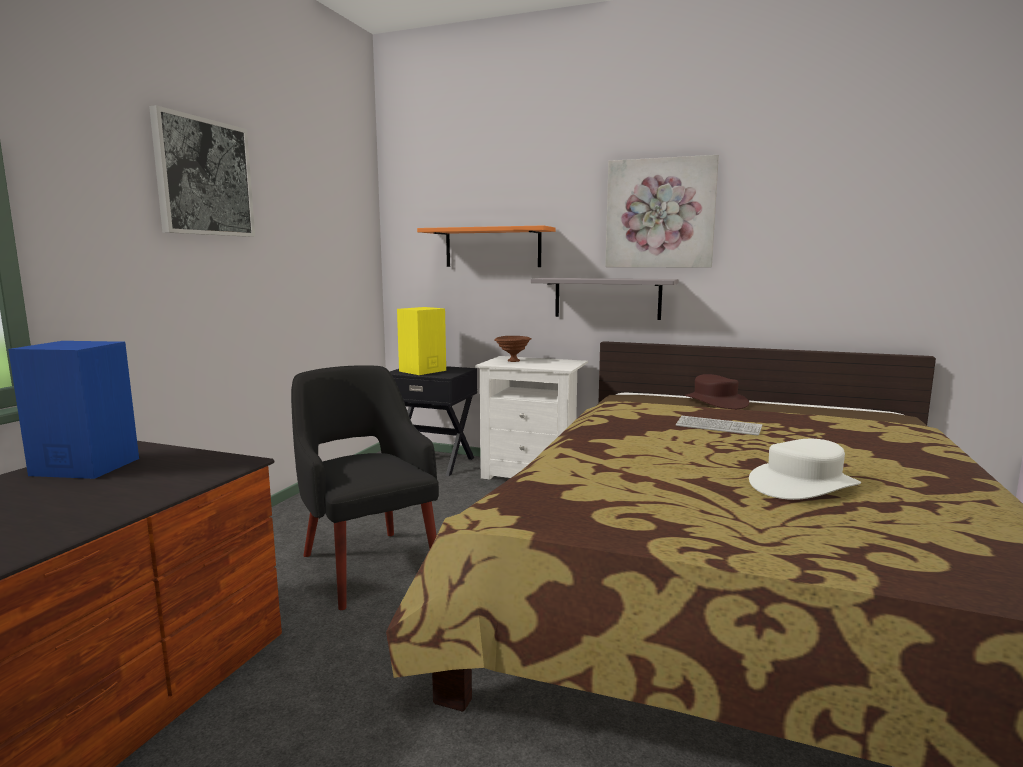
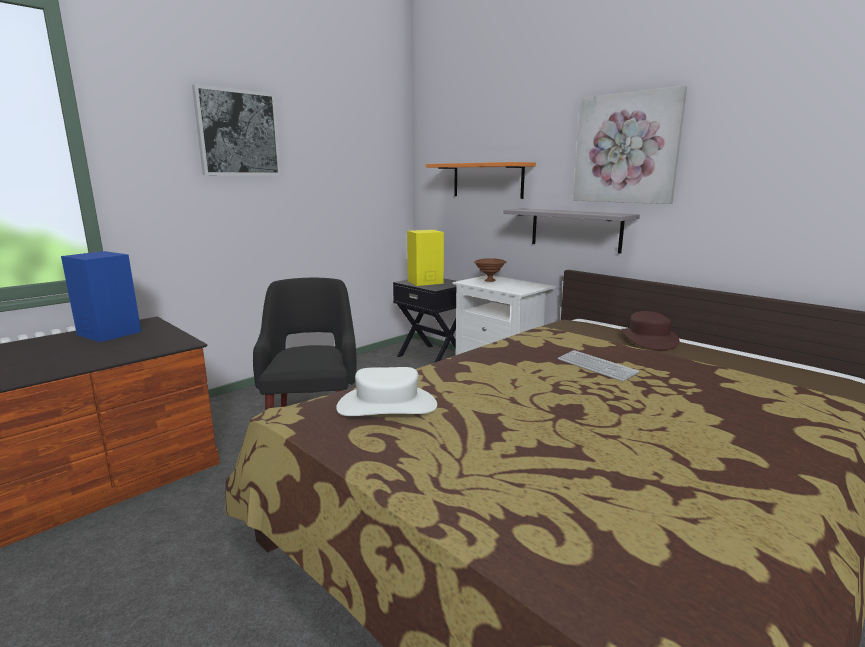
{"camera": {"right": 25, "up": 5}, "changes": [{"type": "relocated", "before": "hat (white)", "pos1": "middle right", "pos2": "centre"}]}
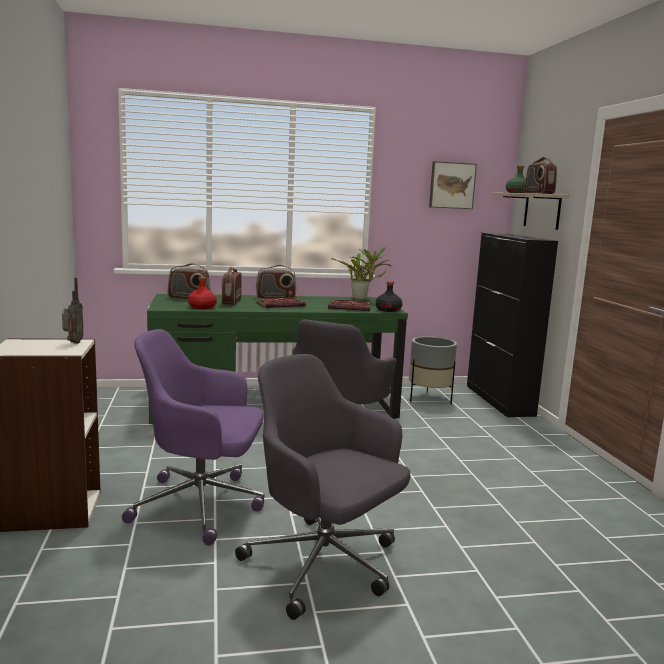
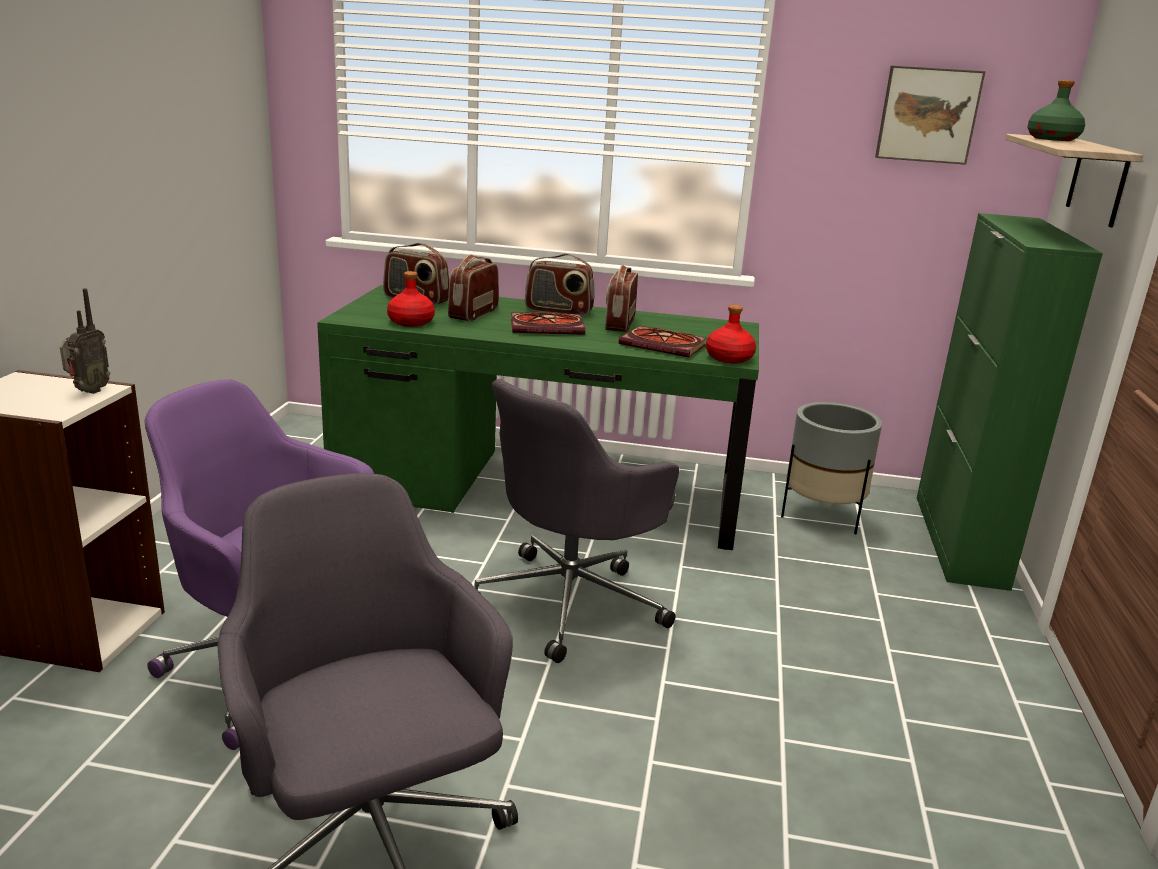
{"camera": {"right": 20, "up": 10}, "changes": [{"type": "missing", "before": "potted plant", "pos1": "centre"}, {"type": "colour", "before": "bottle (black)", "after": "bottle (red) (no. 2 from left)", "pos1": "centre", "pos2": "centre"}, {"type": "colour", "before": "cabinet (black)", "after": "cabinet (green)", "pos1": "middle right", "pos2": "middle right"}, {"type": "relocated", "before": "radio (no. 5 from left)", "pos1": "top right", "pos2": "centre"}]}
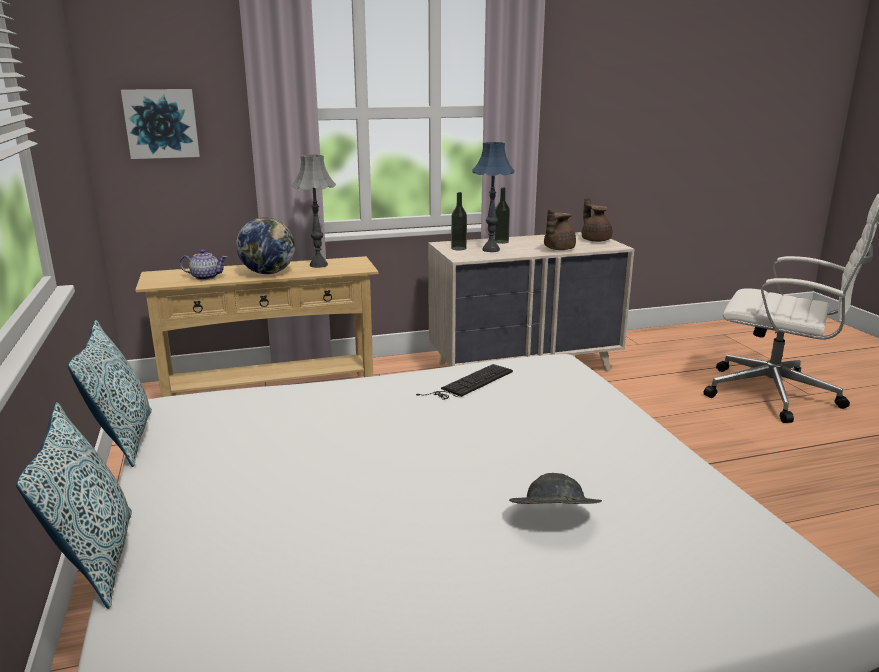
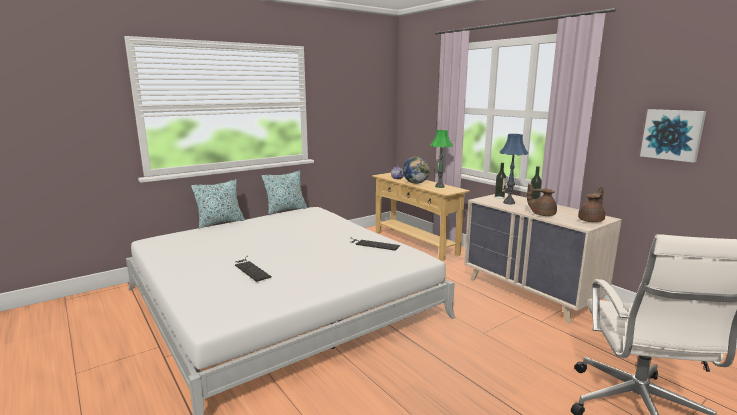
{"camera": {"right": 70, "up": -5}, "changes": [{"type": "relocated", "before": "picture", "pos1": "top left", "pos2": "top right"}, {"type": "colour", "before": "table lamp (grey)", "after": "table lamp (green)", "pos1": "top centre", "pos2": "centre"}, {"type": "exchanged", "before": "hat (grey)", "after": "keyboard (no. 1 from left)", "pos1": "bottom centre", "pos2": "centre"}]}
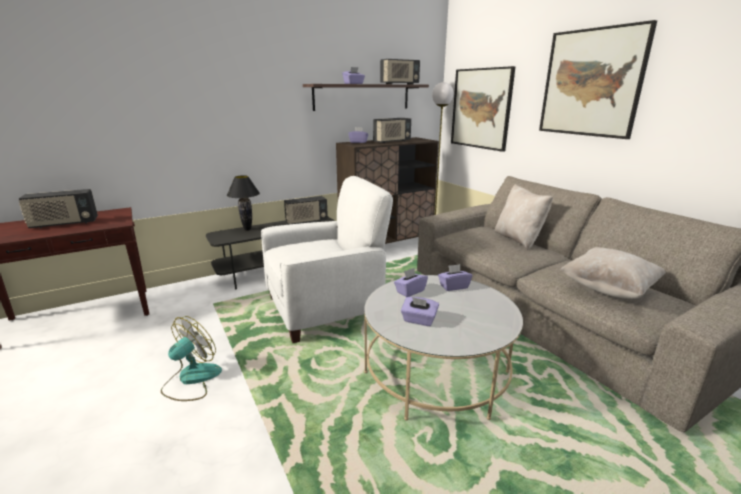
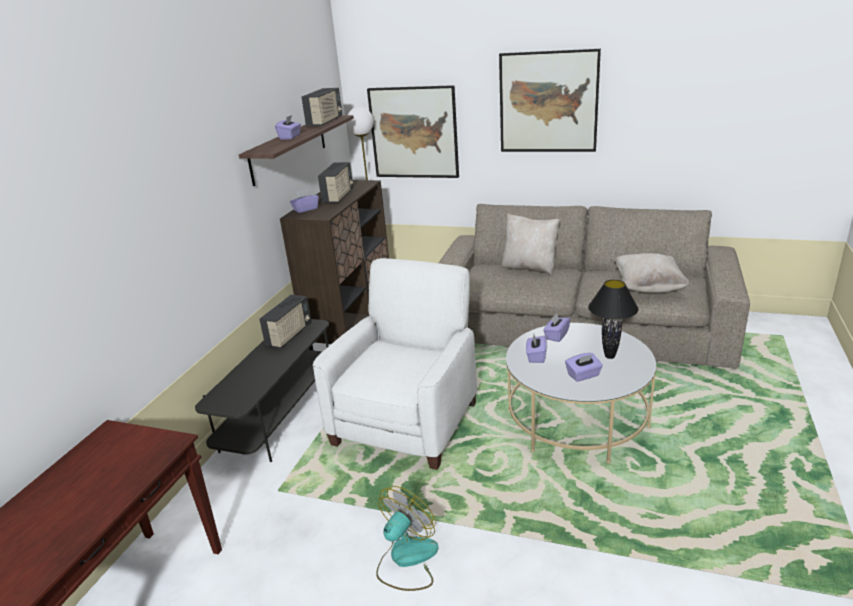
{"camera": {"right": -40, "up": 5}, "changes": [{"type": "missing", "before": "radio (no. 1 from left)", "pos1": "middle left"}, {"type": "spun", "before": "fan", "pos1": "bottom left", "pos2": "bottom centre", "turn": 45}, {"type": "relocated", "before": "table lamp (black)", "pos1": "middle left", "pos2": "middle right"}]}
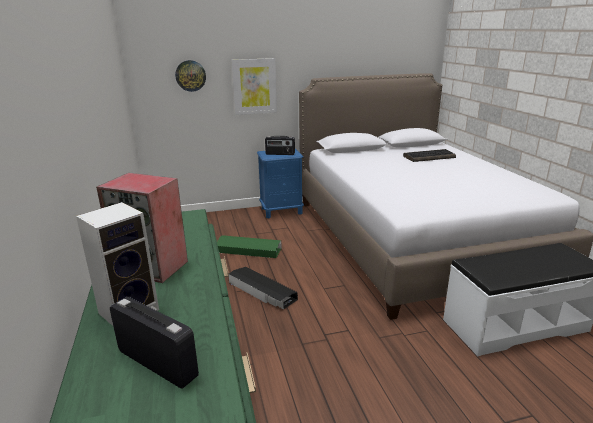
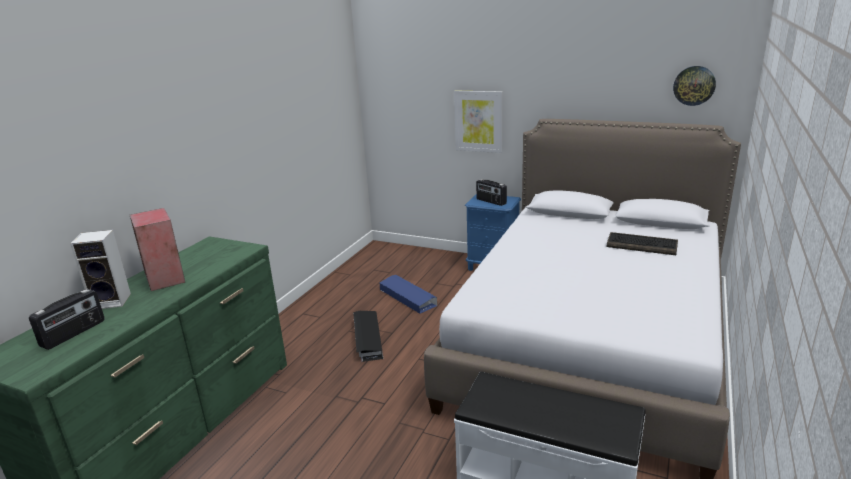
{"camera": {"right": 40, "up": 0}, "changes": [{"type": "spun", "before": "radio (no. 1 from left)", "pos1": "bottom left", "pos2": "middle left", "turn": 45}, {"type": "relocated", "before": "wall clock", "pos1": "top left", "pos2": "top right"}, {"type": "colour", "before": "storage box (green)", "after": "storage box (blue)", "pos1": "centre", "pos2": "centre"}]}
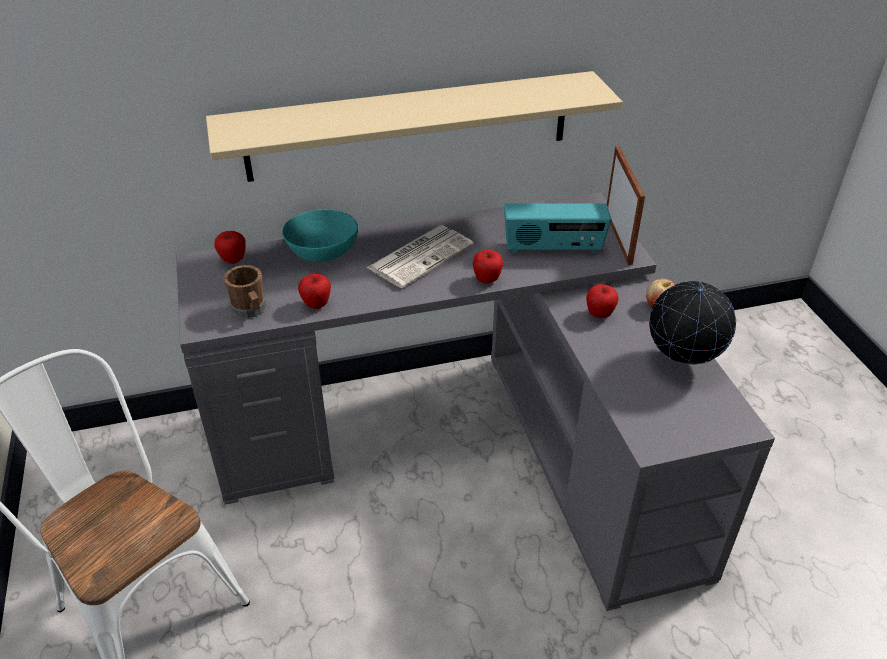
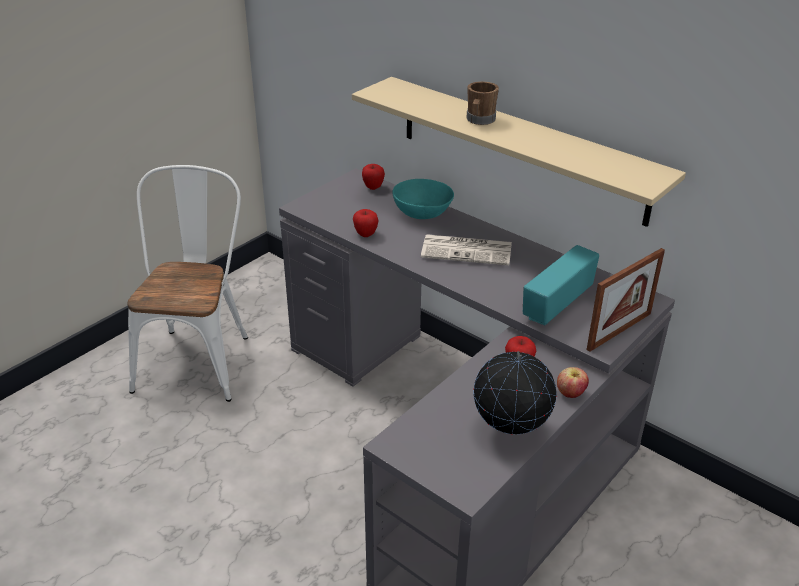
{"camera": {"right": 55, "up": -5}, "changes": [{"type": "relocated", "before": "mug (brown)", "pos1": "middle left", "pos2": "top centre"}, {"type": "missing", "before": "apple (no. 3 from left)", "pos1": "centre"}, {"type": "spun", "before": "radio", "pos1": "centre", "pos2": "middle right", "turn": 75}]}
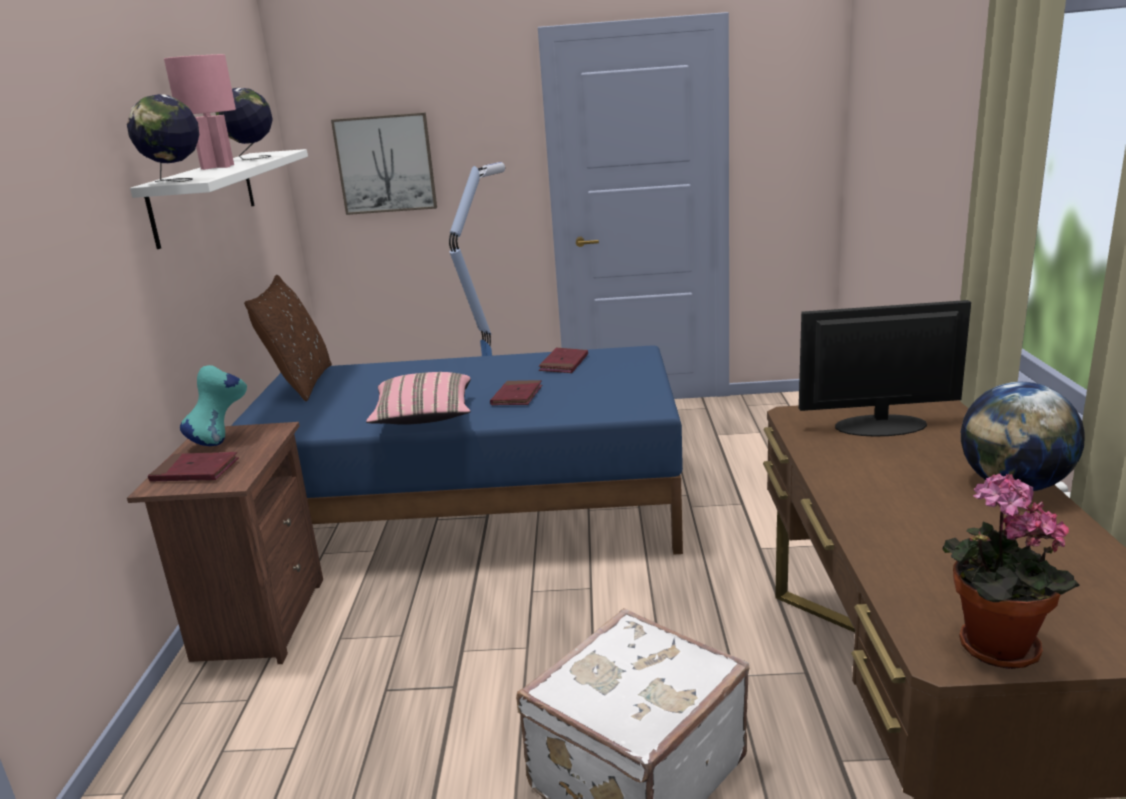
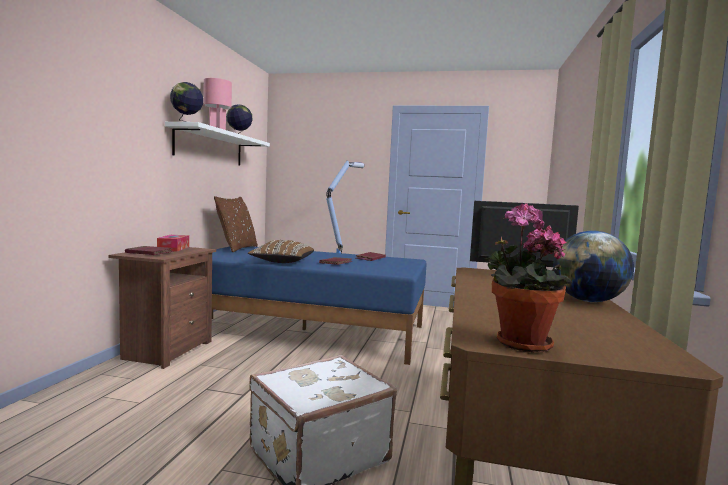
{"camera": {"right": 10, "up": -15}, "changes": [{"type": "exchanged", "before": "vase (turquoise)", "after": "tissue box", "pos1": "middle left", "pos2": "middle left"}, {"type": "missing", "before": "picture", "pos1": "top centre"}, {"type": "colour", "before": "pillow (pink)", "after": "pillow (brown) (no. 2 from left)", "pos1": "centre", "pos2": "centre"}]}
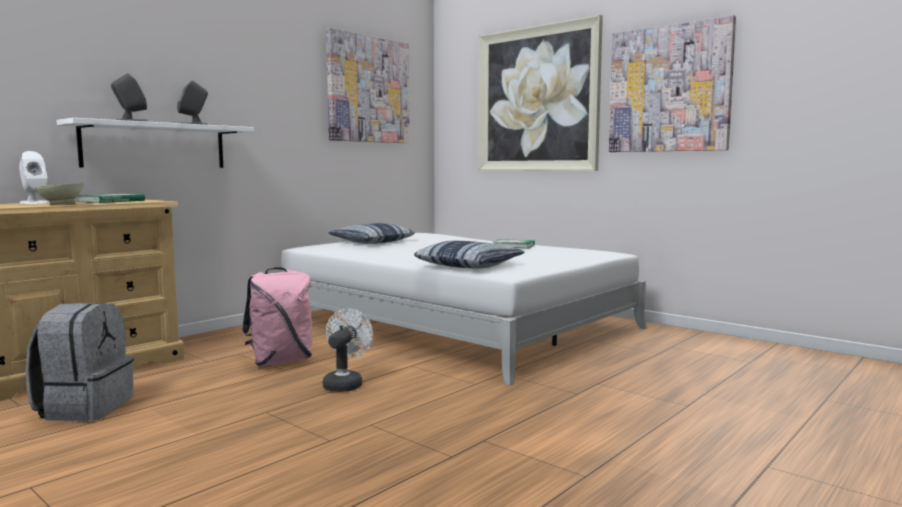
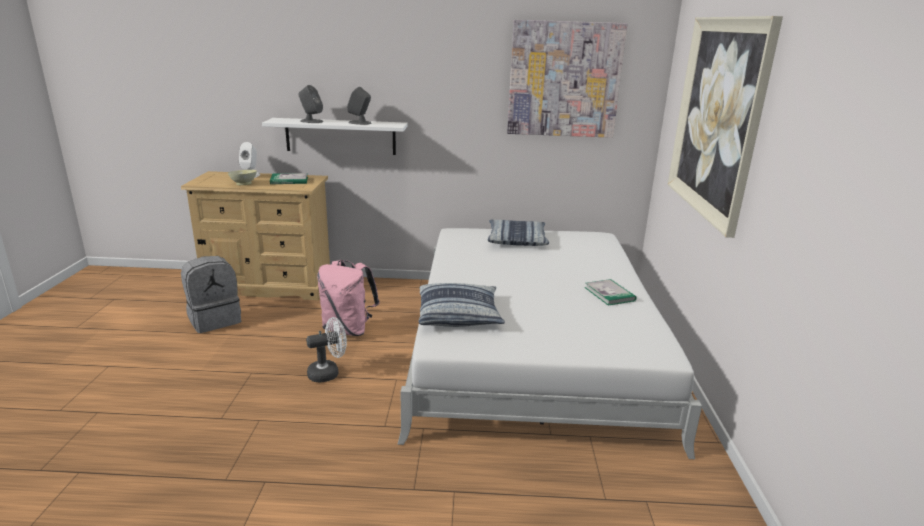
{"camera": {"right": 50, "up": 15}, "changes": [{"type": "missing", "before": "picture (no. 3 from left)", "pos1": "top right"}]}
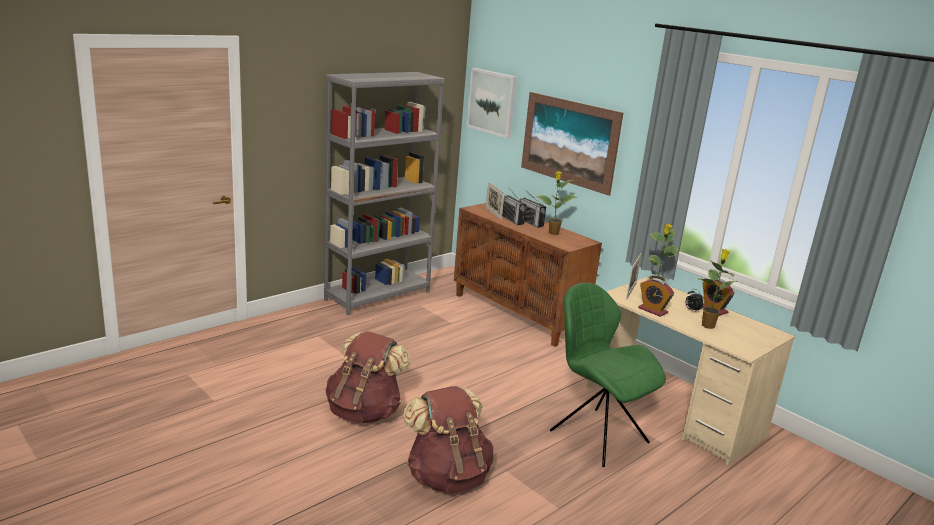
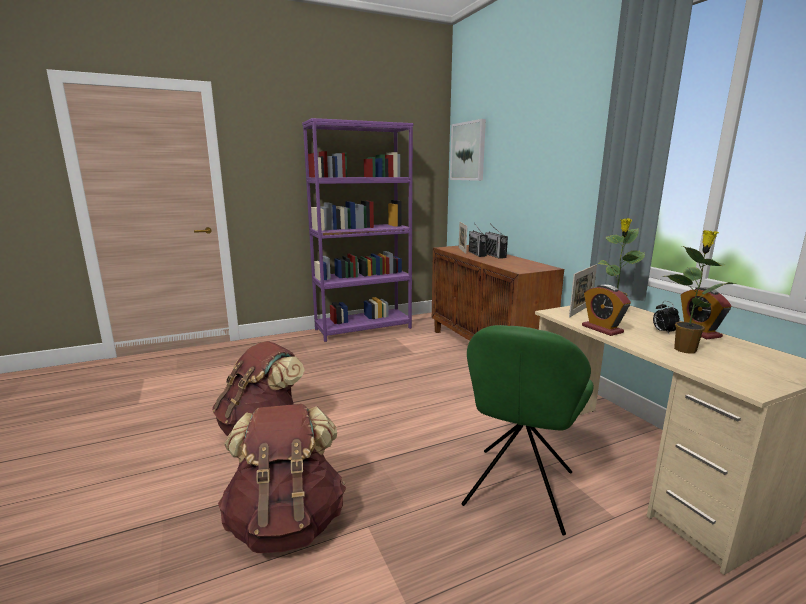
{"camera": {"right": 20, "up": -5}, "changes": [{"type": "colour", "before": "bookcase (grey)", "after": "bookcase (purple)", "pos1": "centre", "pos2": "centre"}, {"type": "missing", "before": "picture (no. 2 from left)", "pos1": "top centre"}, {"type": "missing", "before": "potted plant (no. 1 from left)", "pos1": "centre"}, {"type": "spun", "before": "chair (green)", "pos1": "bottom centre", "pos2": "bottom centre", "turn": -135}]}
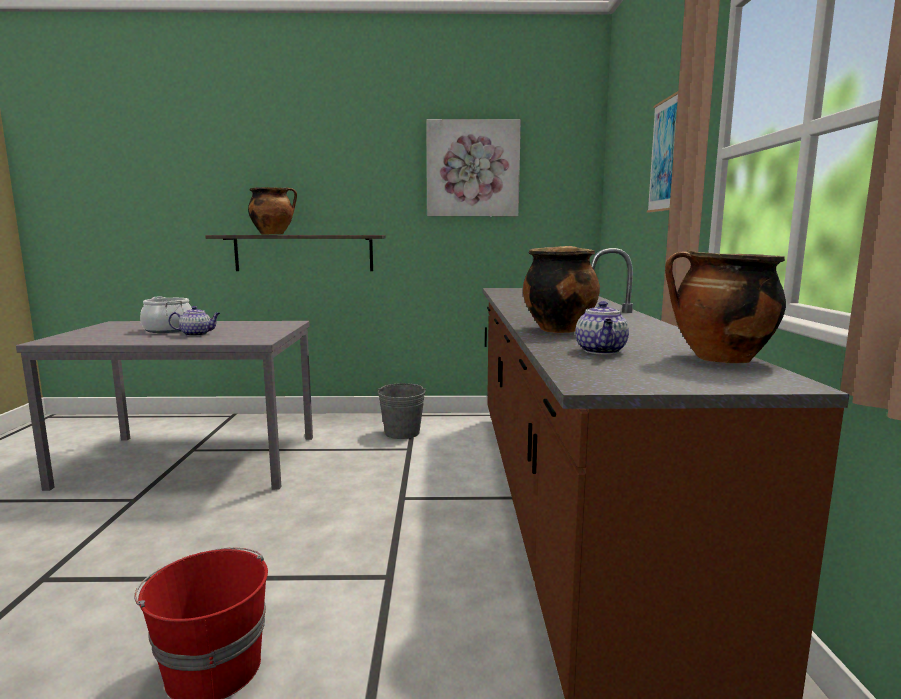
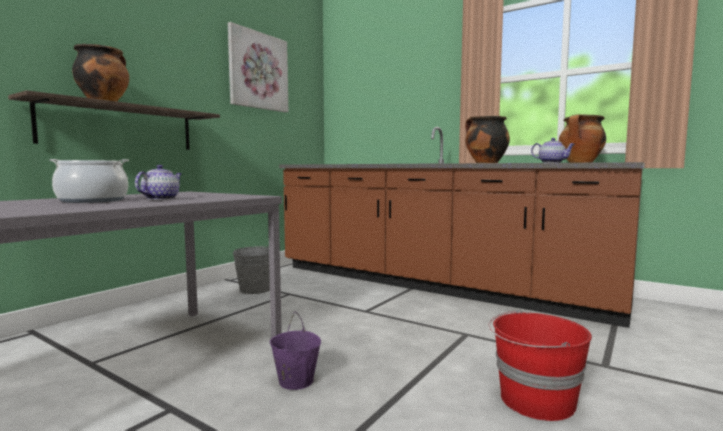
{"camera": {"right": -55, "up": -5}, "changes": [{"type": "missing", "before": "picture (no. 2 from left)", "pos1": "top right"}, {"type": "appeared", "after": "bucket (purple)", "pos2": "bottom centre"}]}
